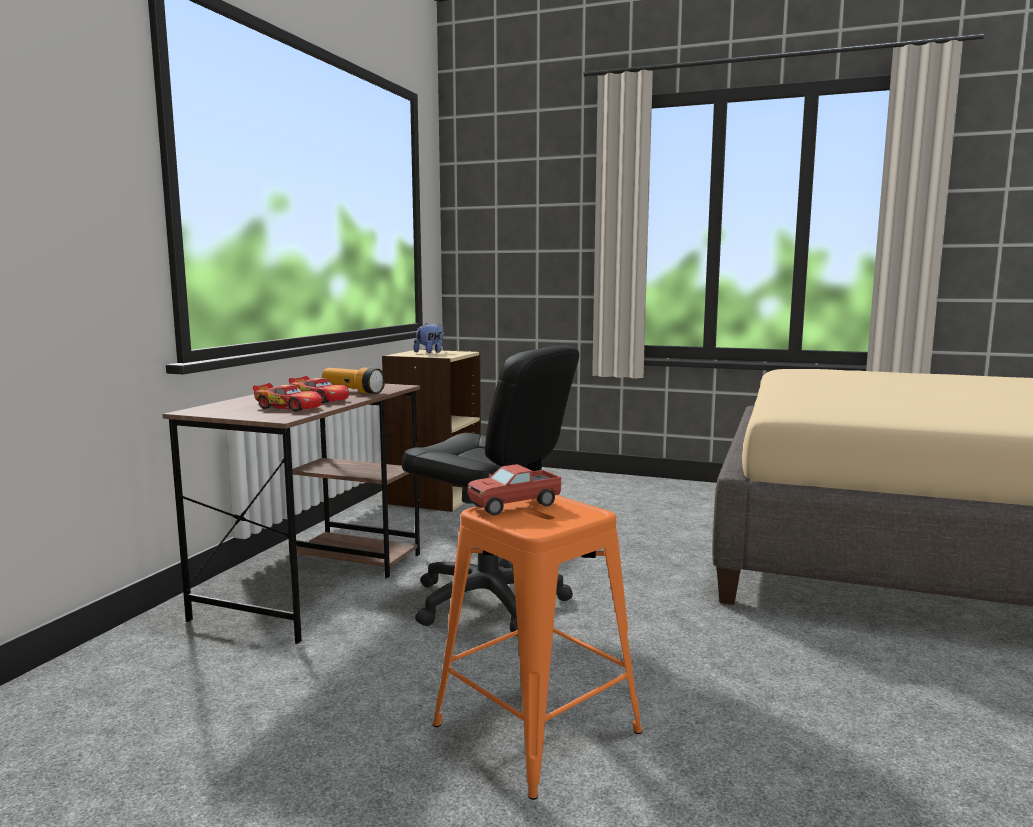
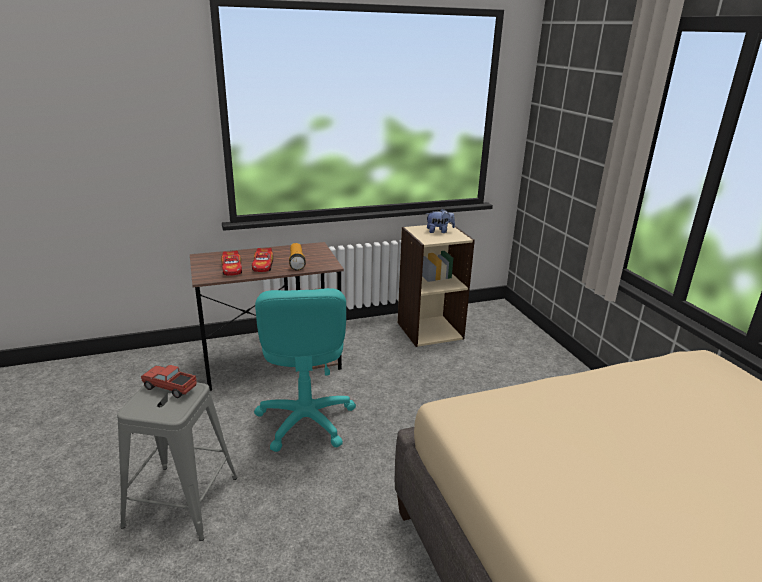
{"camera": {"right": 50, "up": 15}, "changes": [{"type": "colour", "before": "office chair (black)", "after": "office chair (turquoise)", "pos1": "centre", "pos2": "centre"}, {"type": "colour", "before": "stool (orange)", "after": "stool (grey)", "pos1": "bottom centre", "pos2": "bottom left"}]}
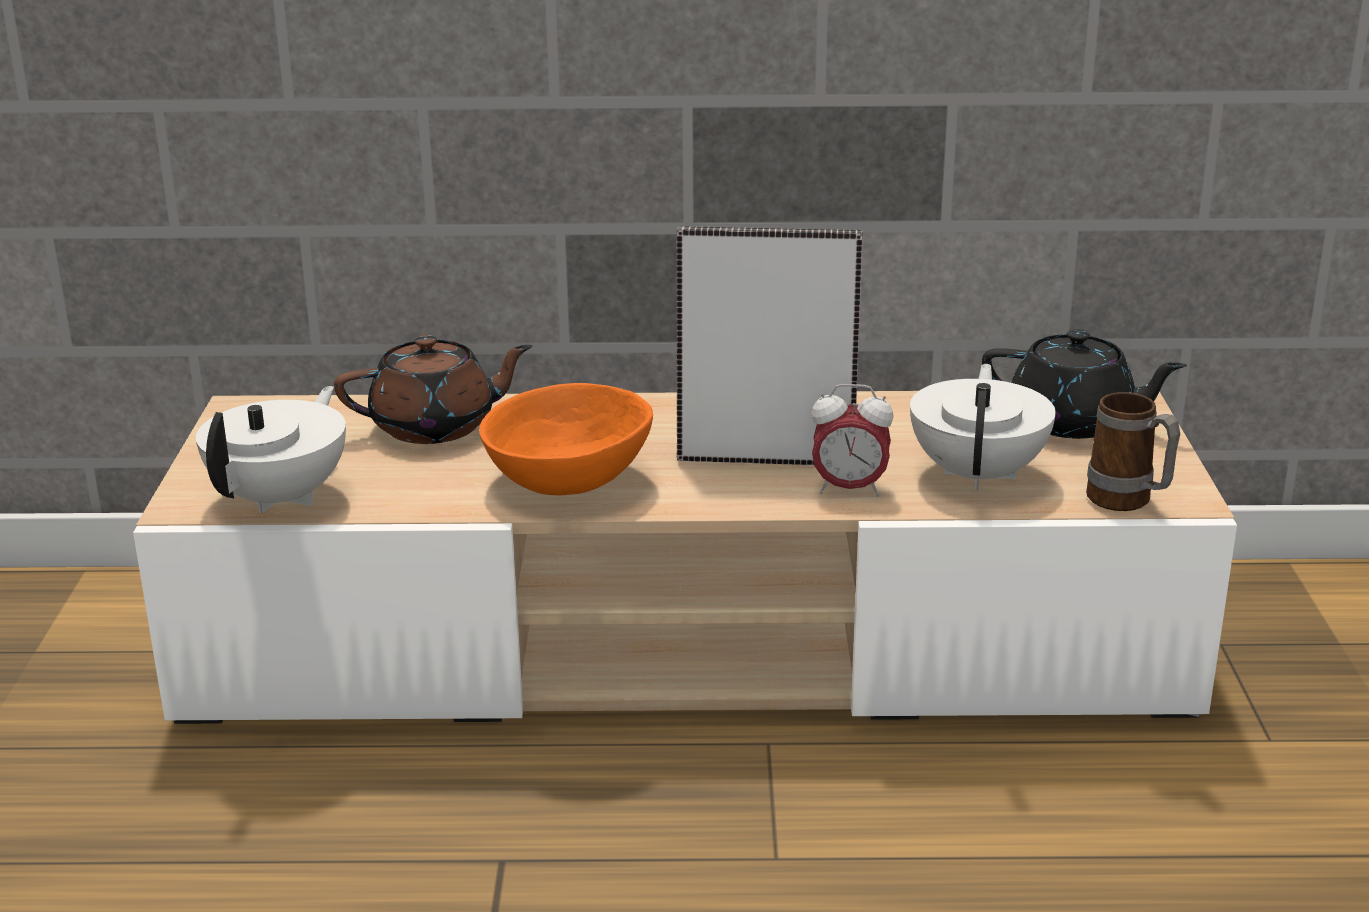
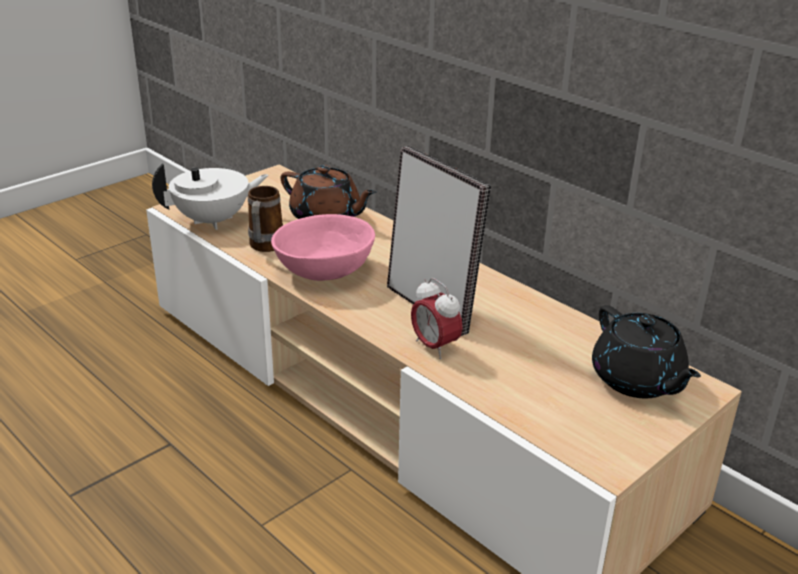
{"camera": {"right": 45, "up": 5}, "changes": [{"type": "colour", "before": "bowl (orange)", "after": "bowl (pink)", "pos1": "centre", "pos2": "centre"}, {"type": "missing", "before": "teapot (white) (no. 2 from left)", "pos1": "middle right"}, {"type": "relocated", "before": "mug", "pos1": "middle right", "pos2": "middle left"}]}
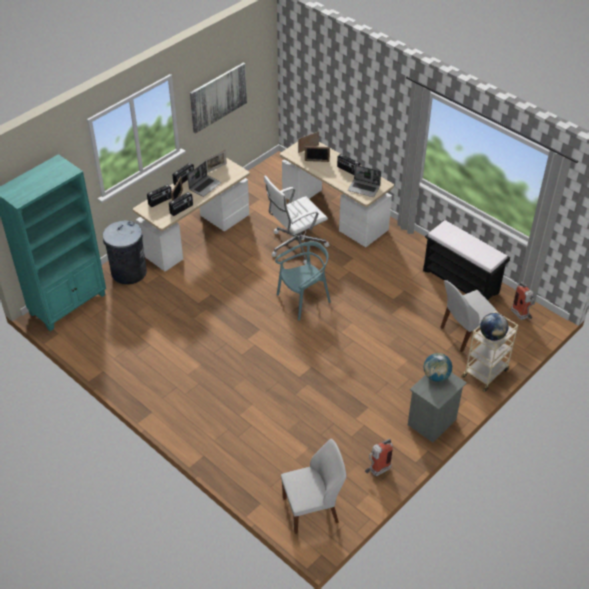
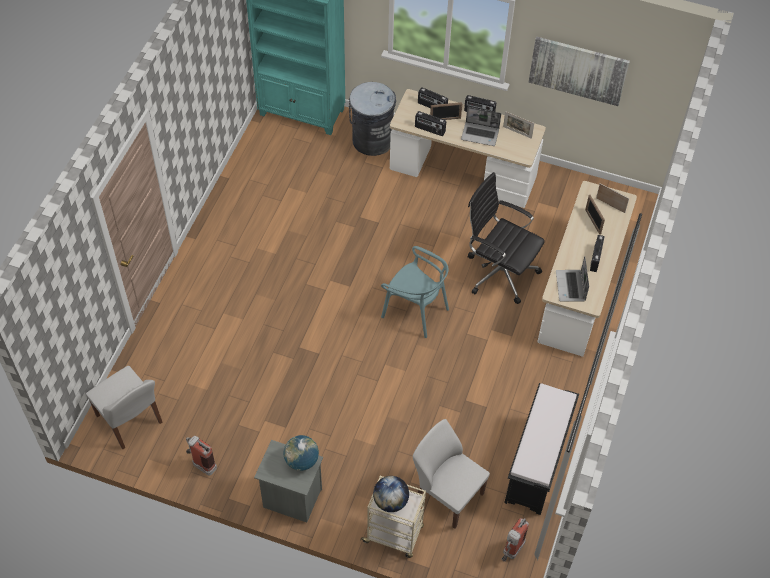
{"camera": {"right": 65, "up": 10}, "changes": [{"type": "colour", "before": "office chair (white)", "after": "office chair (black)", "pos1": "centre", "pos2": "centre"}]}
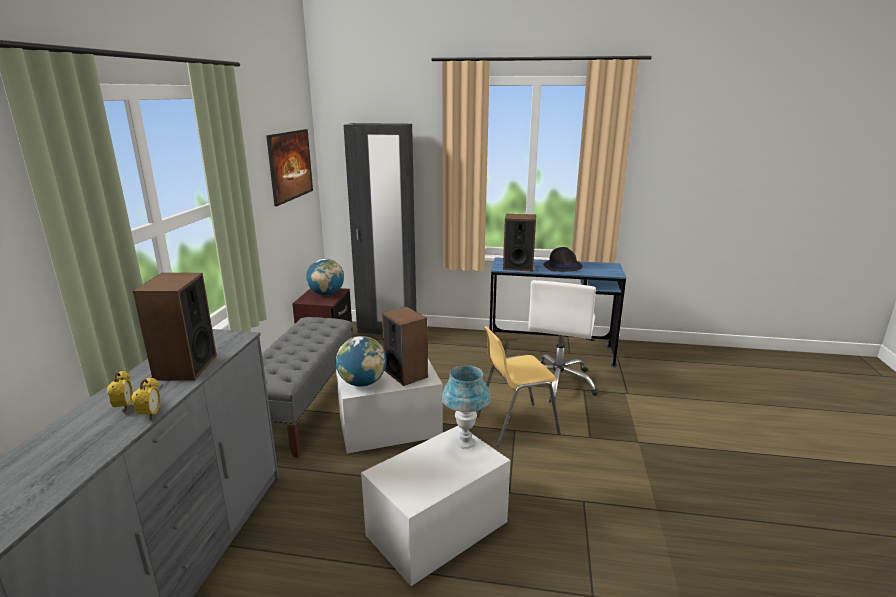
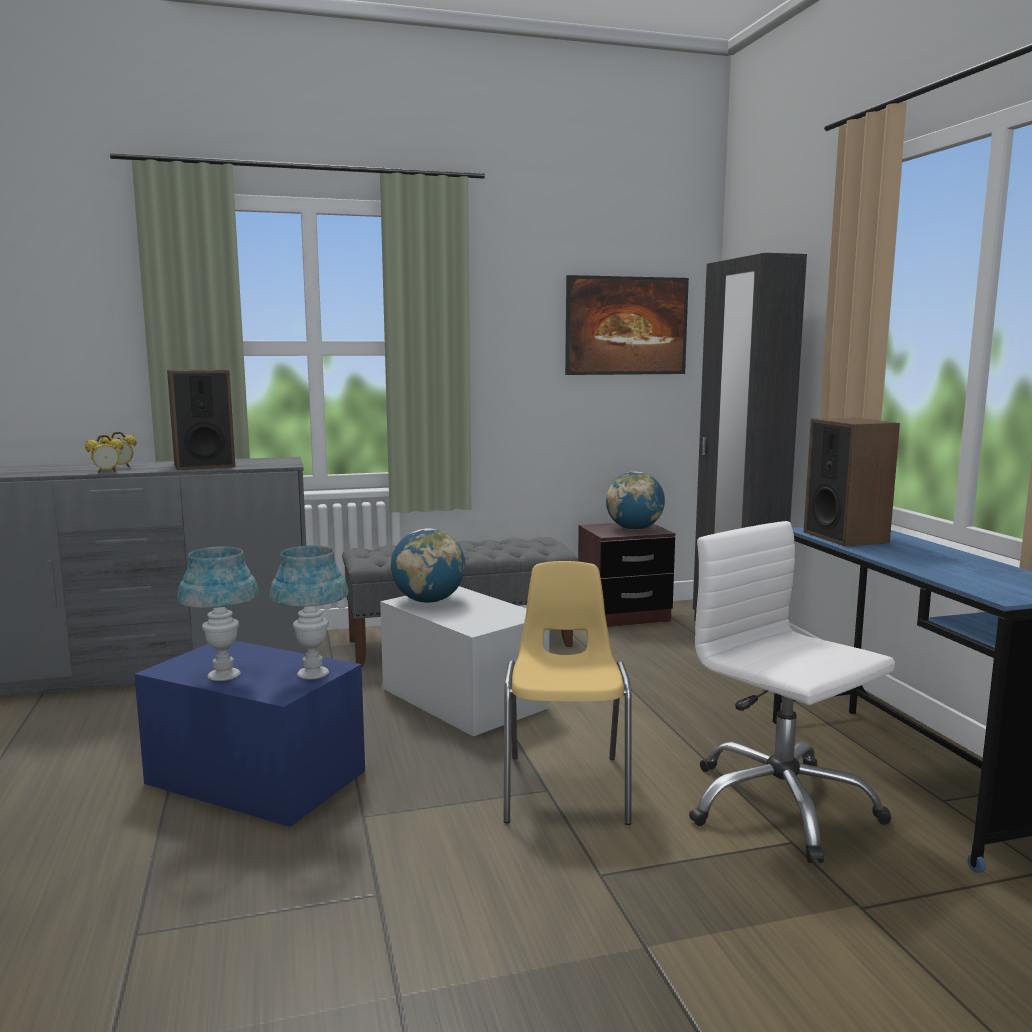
{"camera": {"right": 65, "up": -10}, "changes": [{"type": "colour", "before": "storage box (white) (no. 2 from left)", "after": "storage box (blue)", "pos1": "bottom centre", "pos2": "bottom left"}, {"type": "missing", "before": "speaker (no. 2 from left)", "pos1": "centre"}, {"type": "spun", "before": "chair (yellow)", "pos1": "centre", "pos2": "bottom centre", "turn": 45}, {"type": "spun", "before": "office chair (white)", "pos1": "centre", "pos2": "bottom right", "turn": 60}, {"type": "missing", "before": "hat (black)", "pos1": "centre"}, {"type": "appeared", "after": "table lamp (blue) (no. 1 from left)", "pos2": "middle left"}]}
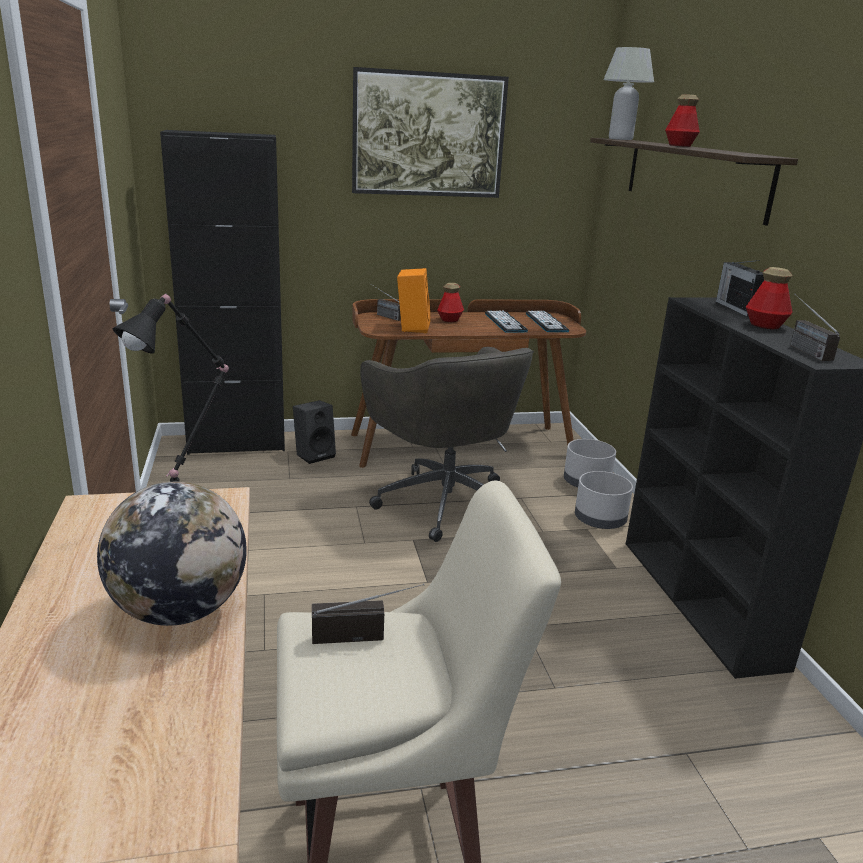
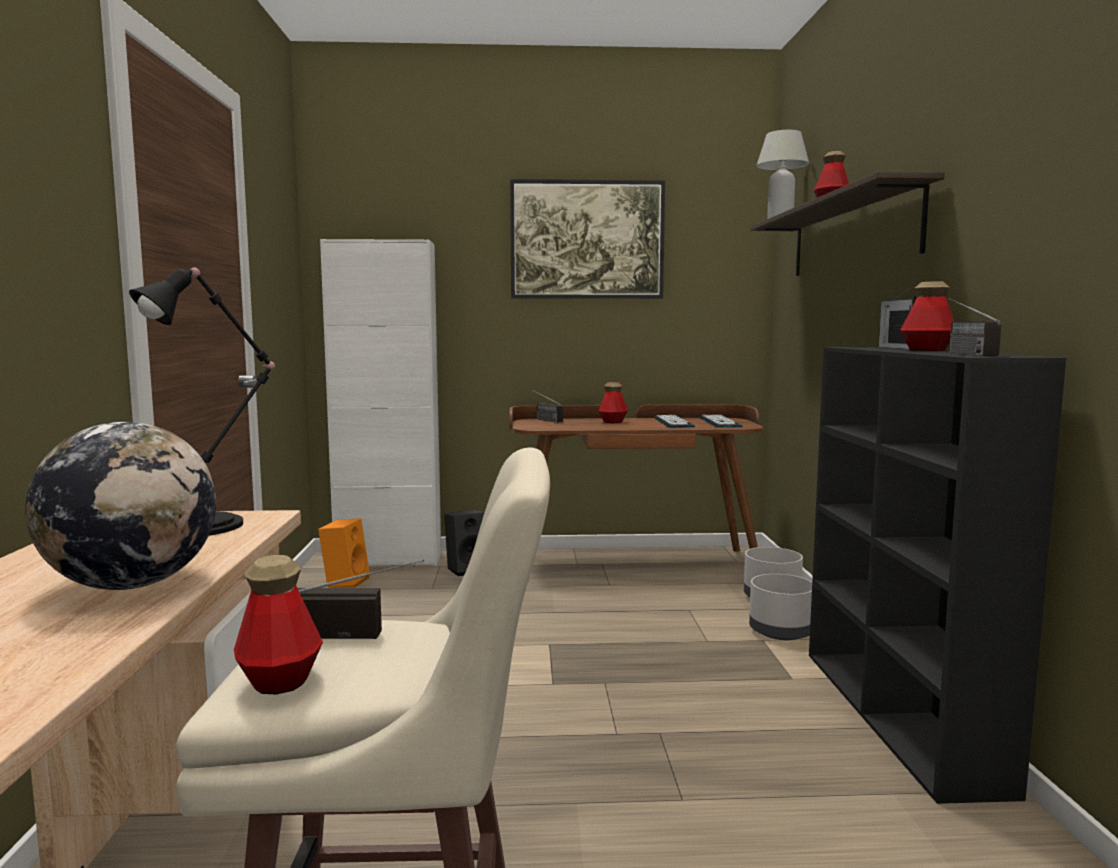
{"camera": {"right": 10, "up": -15}, "changes": [{"type": "colour", "before": "cabinet (black)", "after": "cabinet (white)", "pos1": "middle left", "pos2": "centre"}, {"type": "missing", "before": "office chair (grey)", "pos1": "centre"}, {"type": "relocated", "before": "speaker (orange)", "pos1": "centre", "pos2": "middle left"}, {"type": "appeared", "after": "bottle (no. 1 from left)", "pos2": "bottom left"}]}
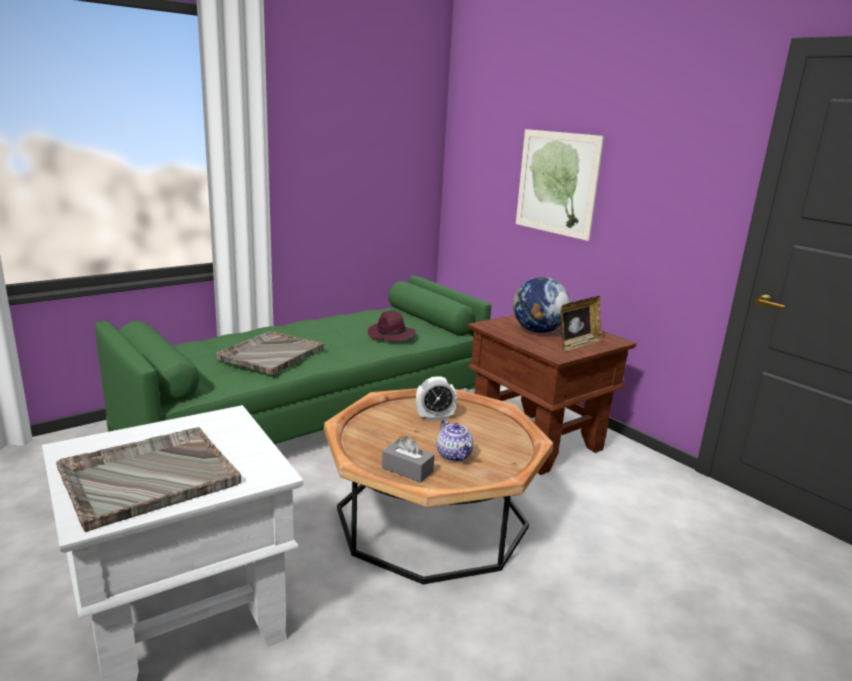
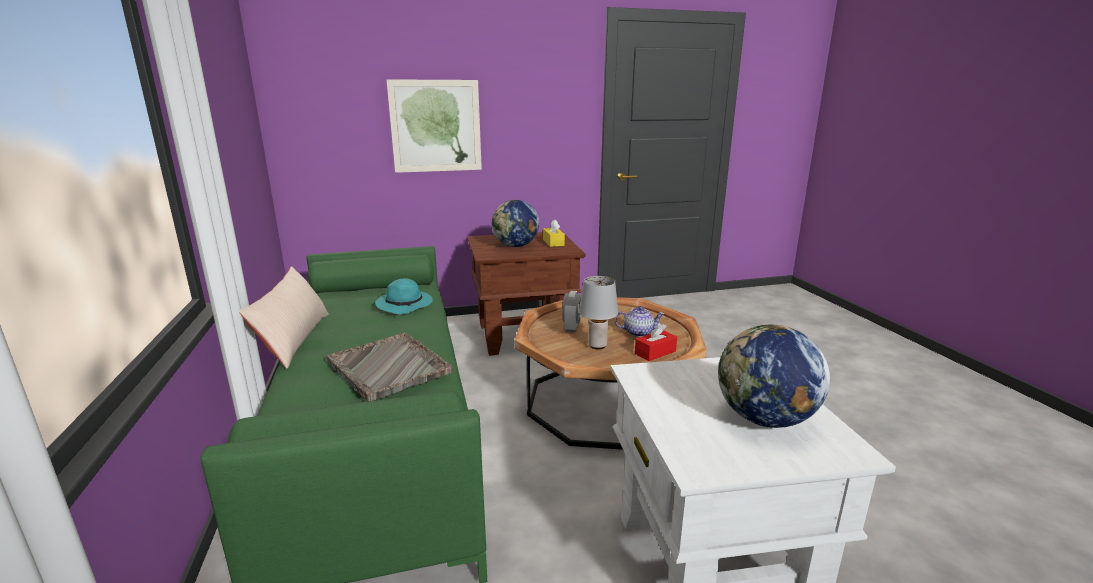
{"camera": {"right": -65, "up": 0}, "changes": [{"type": "exchanged", "before": "tray (grey) (no. 1 from left)", "after": "globe (no. 2 from left)", "pos1": "bottom left", "pos2": "middle right"}, {"type": "colour", "before": "hat (purple)", "after": "hat (turquoise)", "pos1": "centre", "pos2": "centre"}, {"type": "colour", "before": "tissue box (grey)", "after": "tissue box (red)", "pos1": "bottom centre", "pos2": "centre"}, {"type": "exchanged", "before": "picture frame", "after": "tissue box (yellow)", "pos1": "middle right", "pos2": "centre"}, {"type": "appeared", "after": "pillow (beige)", "pos2": "middle left"}, {"type": "appeared", "after": "table lamp (grey)", "pos2": "centre"}]}
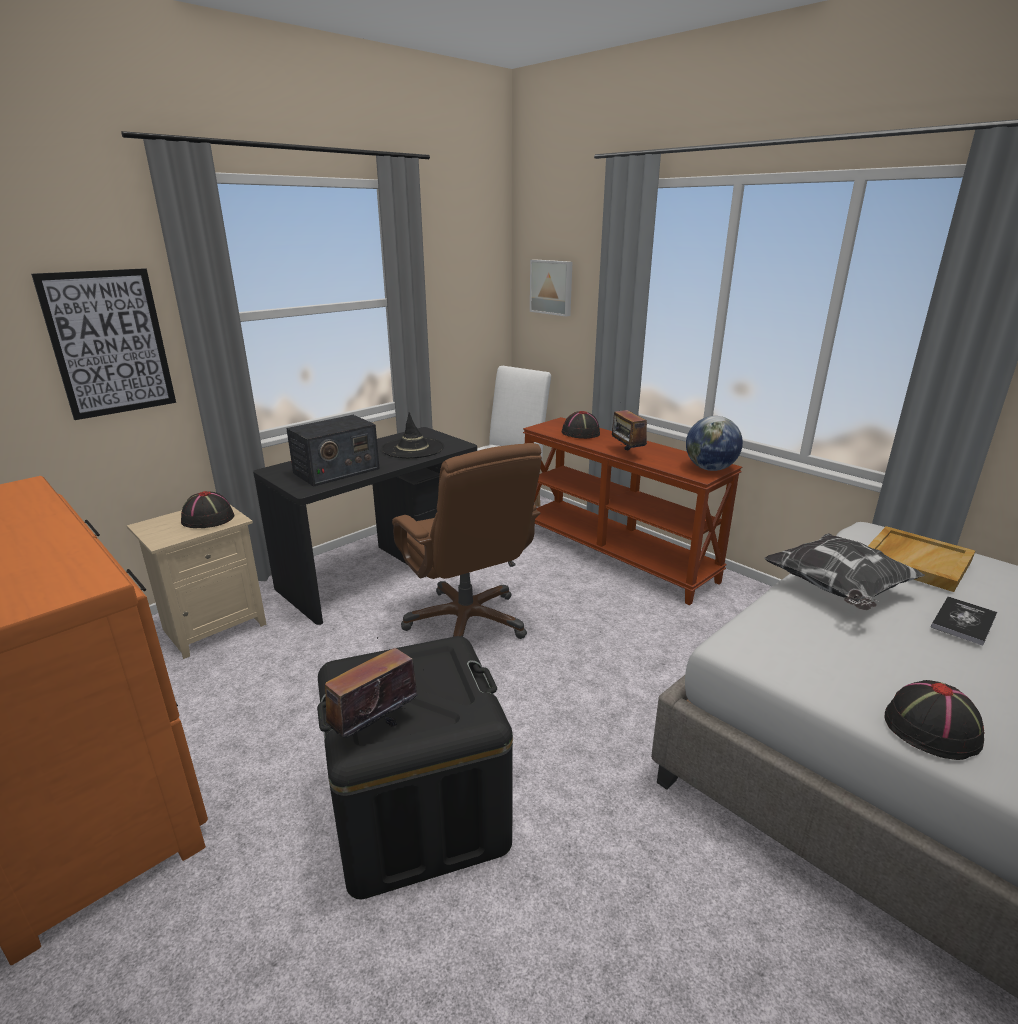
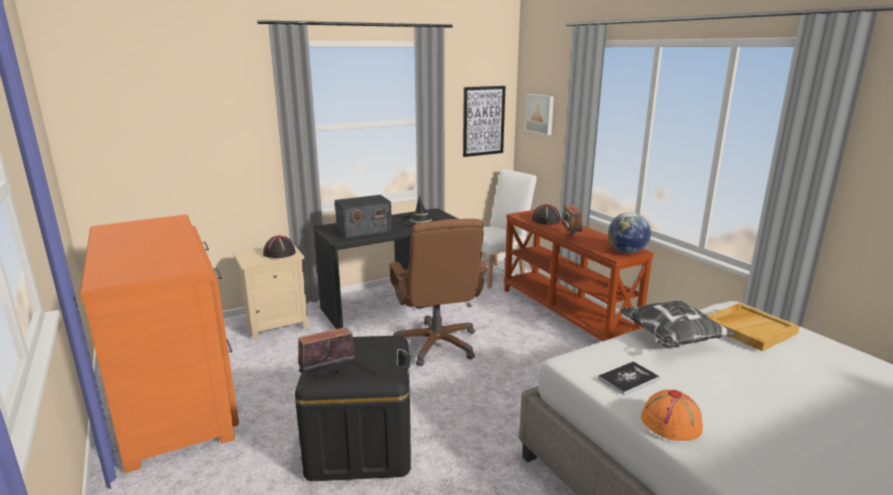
{"camera": {"right": 15, "up": -5}, "changes": [{"type": "relocated", "before": "picture (no. 1 from left)", "pos1": "middle left", "pos2": "top centre"}, {"type": "colour", "before": "hat (black) (no. 4 from left)", "after": "hat (orange)", "pos1": "bottom right", "pos2": "bottom right"}, {"type": "relocated", "before": "book", "pos1": "middle right", "pos2": "bottom right"}]}
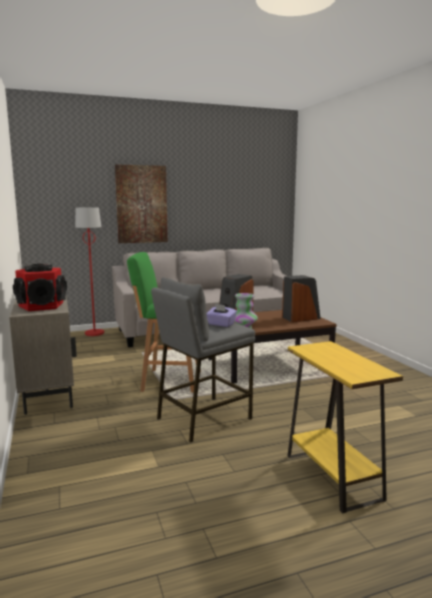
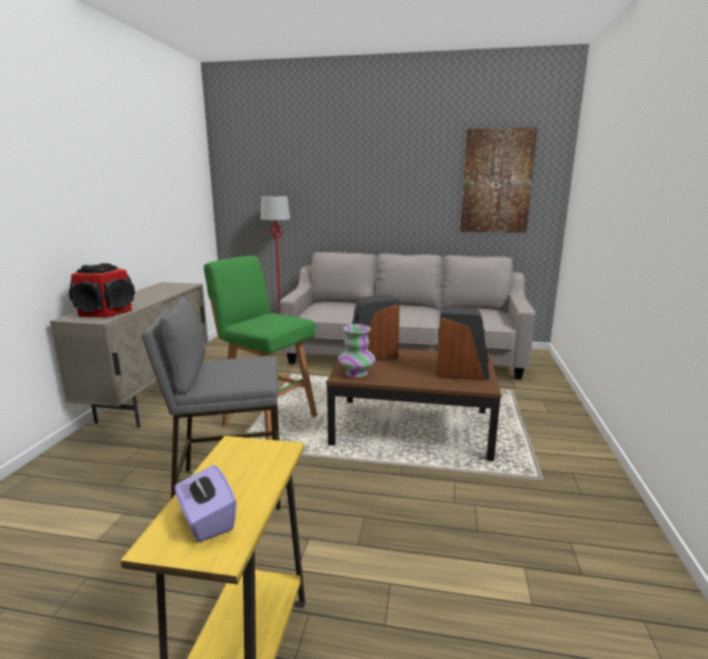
{"camera": {"right": 30, "up": 5}, "changes": [{"type": "relocated", "before": "picture", "pos1": "middle left", "pos2": "top right"}, {"type": "relocated", "before": "tissue box (purple)", "pos1": "centre", "pos2": "bottom left"}]}
